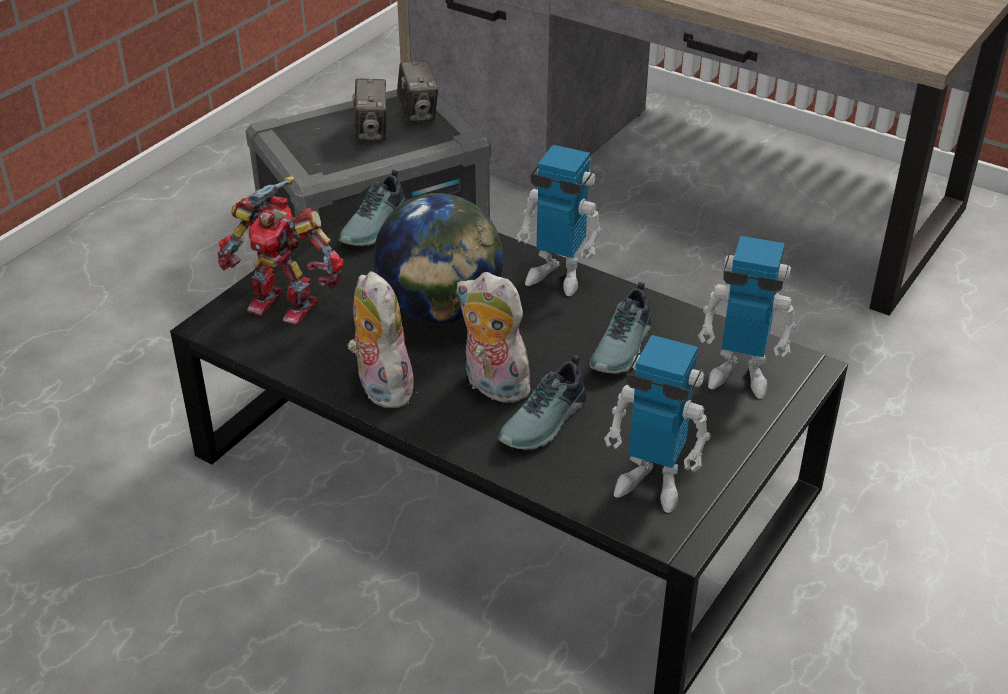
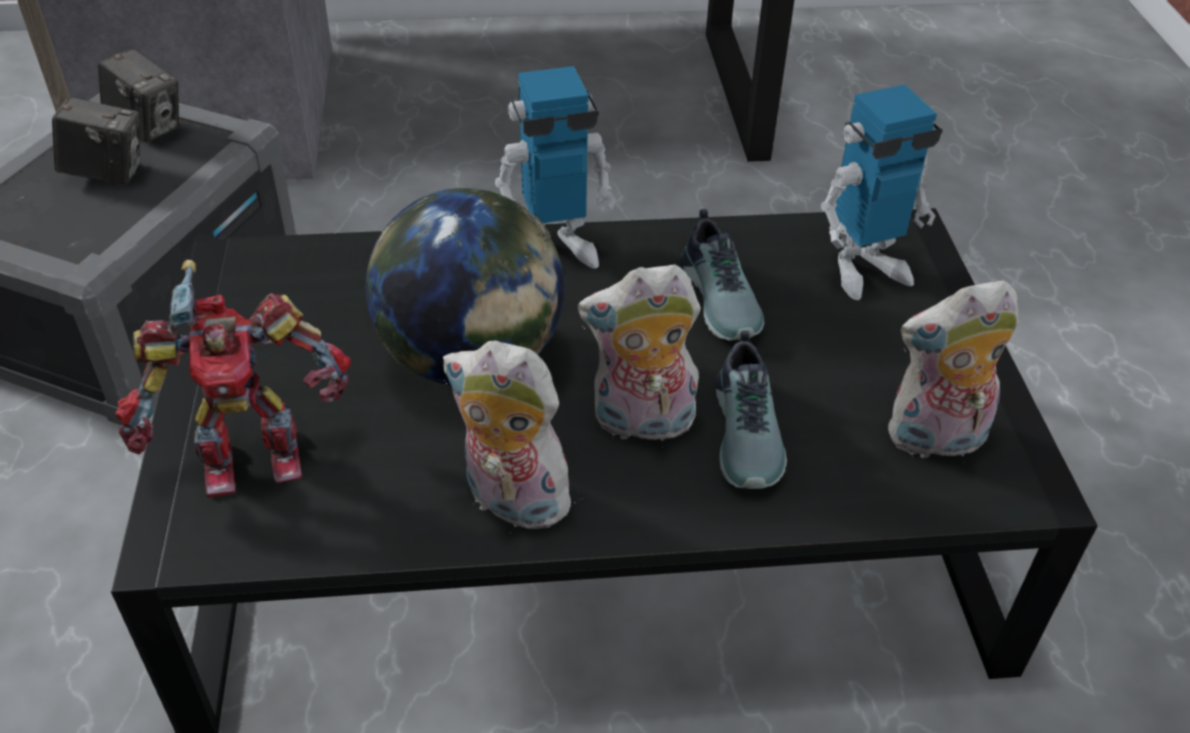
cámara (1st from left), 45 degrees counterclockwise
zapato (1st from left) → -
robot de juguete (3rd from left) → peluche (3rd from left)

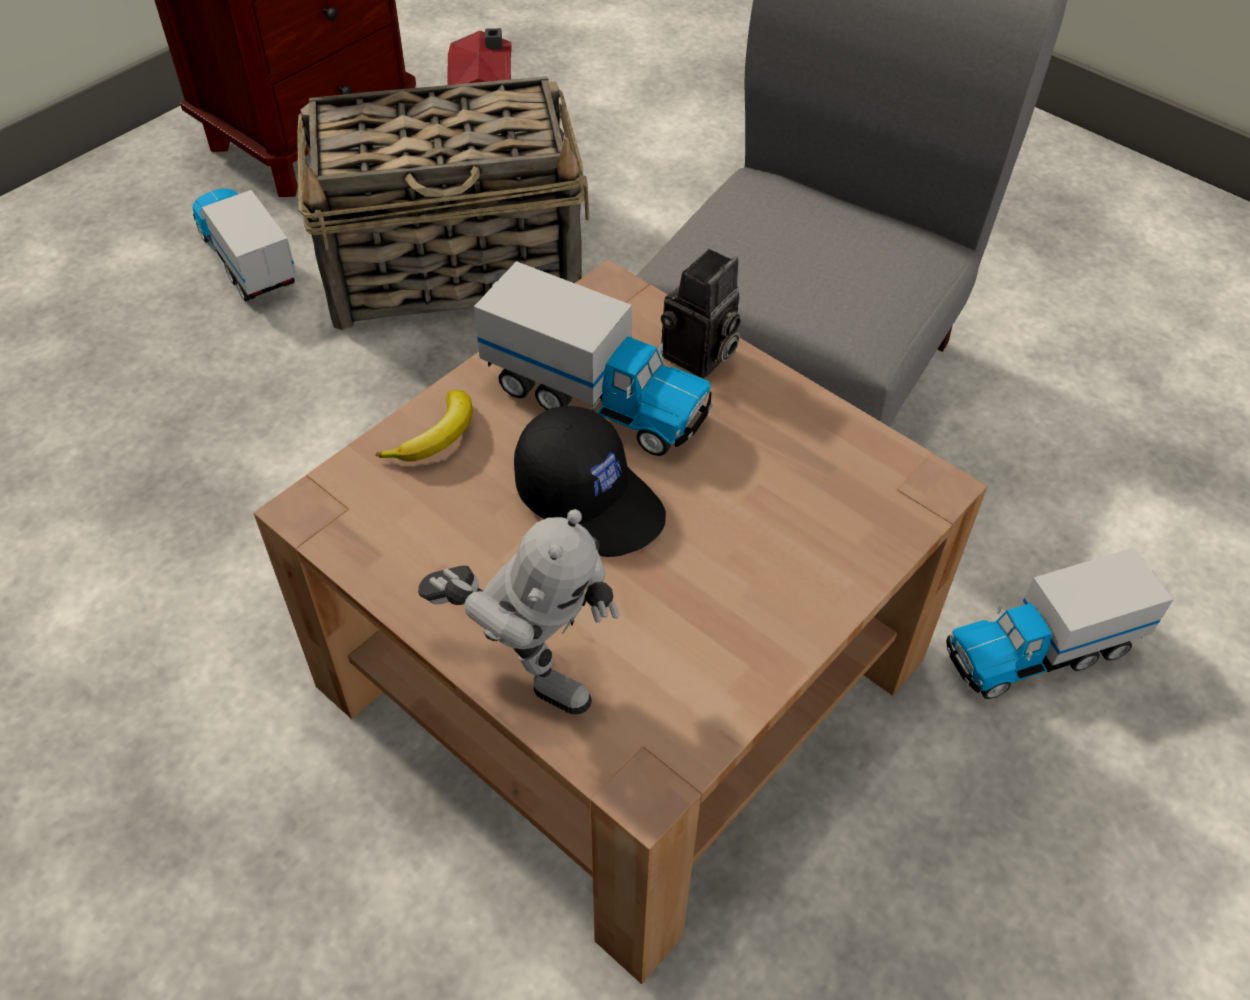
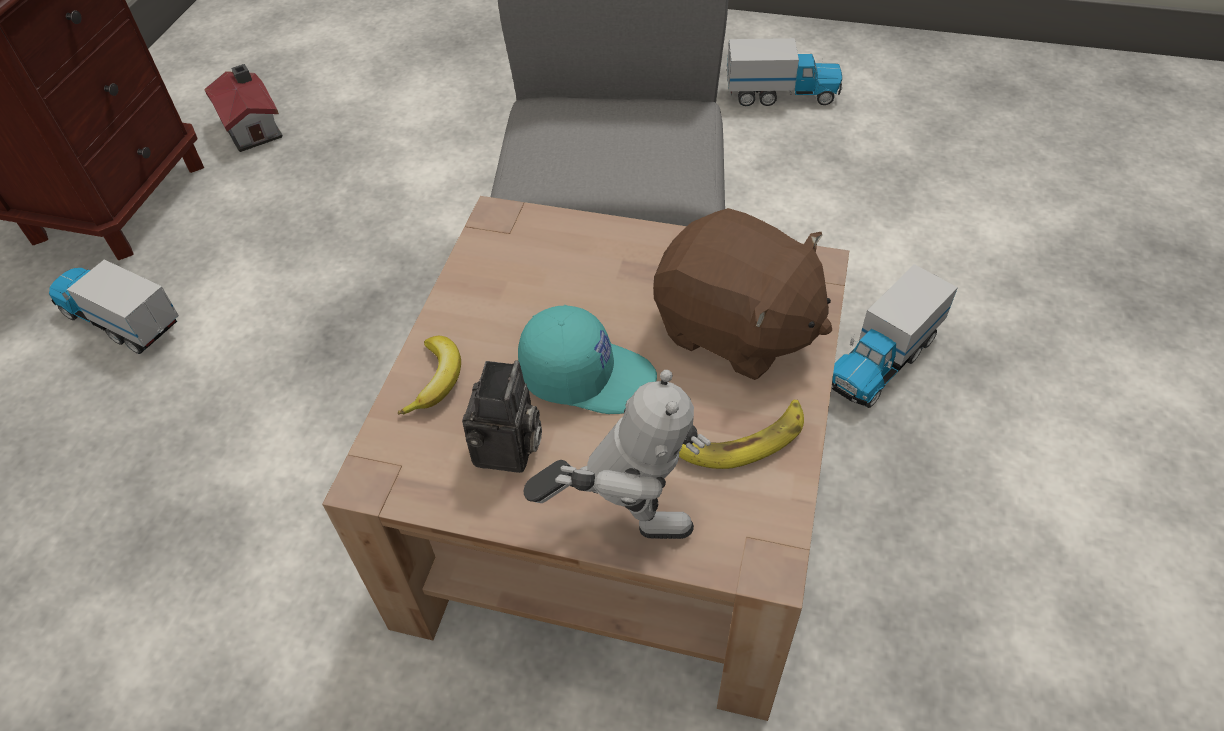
cesta → -
cámara, moved
camión de juguete (2nd from left), moved
gorra (negro) → gorra (turquesa)
- → peluche (marrón)
- → plátano (2nd from left)

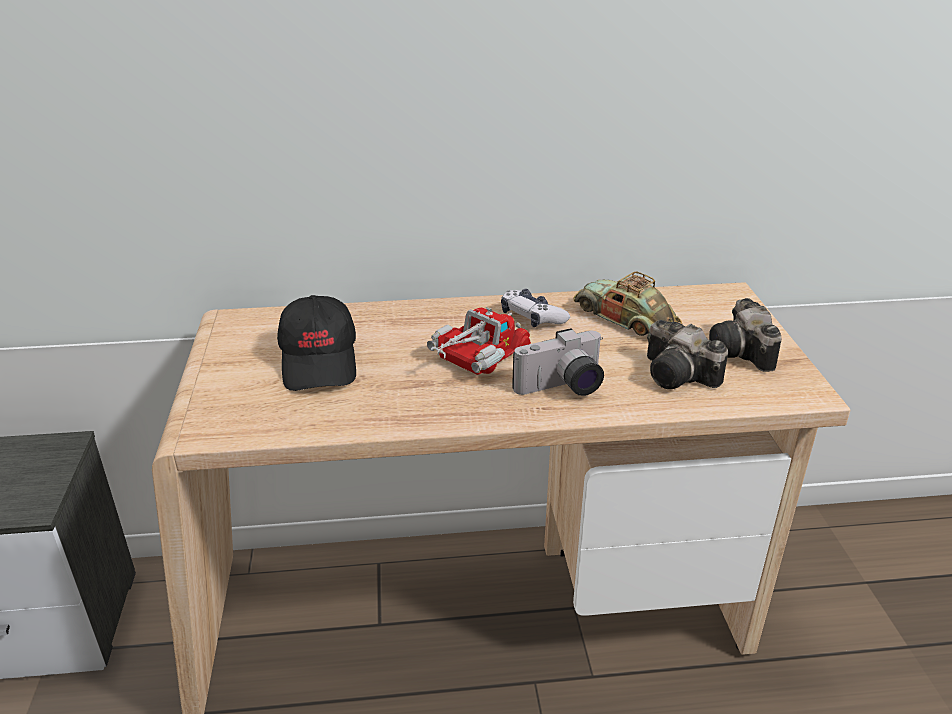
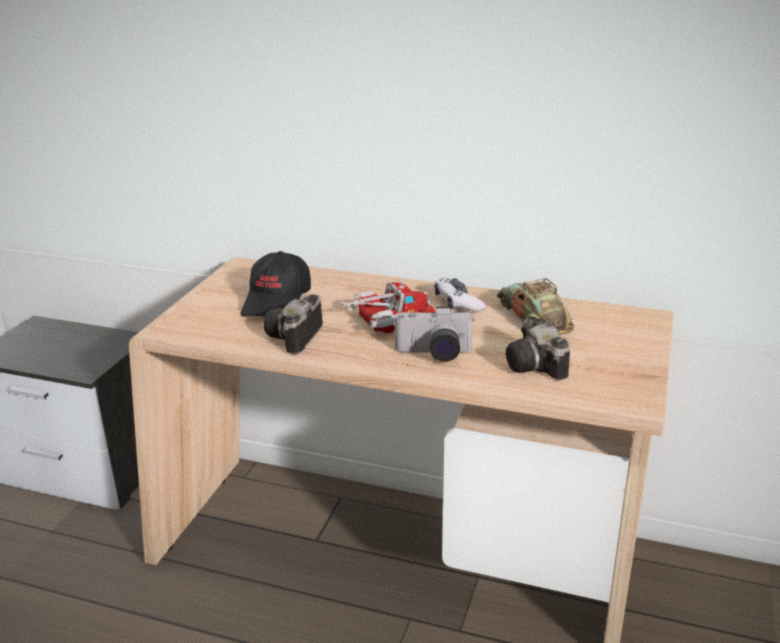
cámara (3rd from left in the first image) → cámara (1st from left), moved

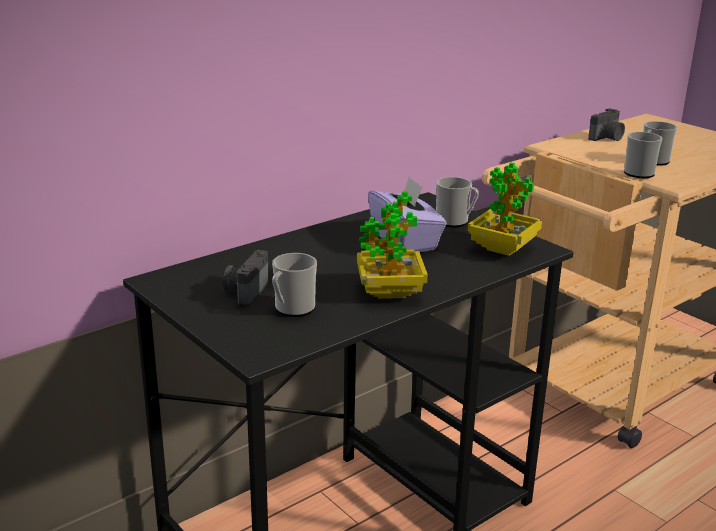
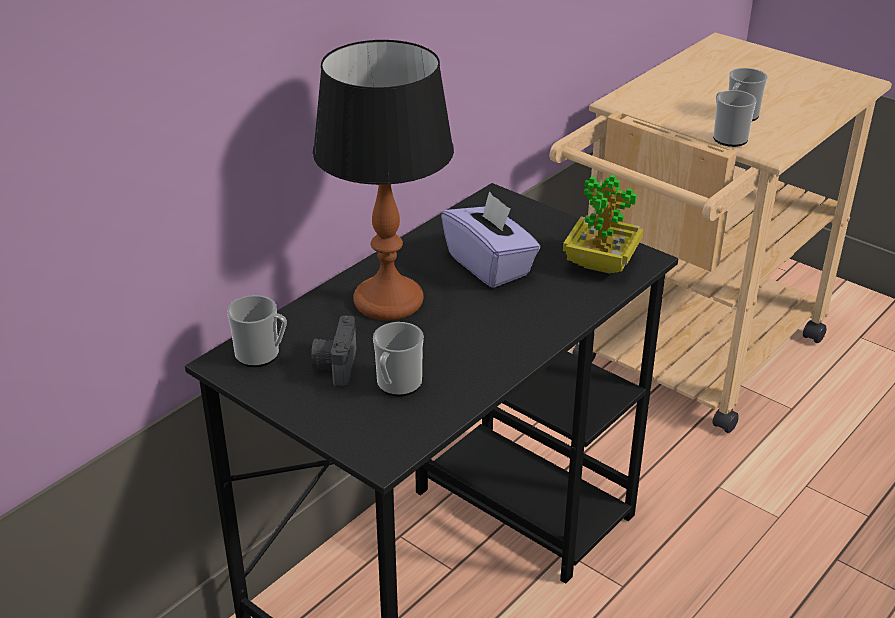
cámara (2nd from left) → -
taza grande (2nd from left in the first image) → taza grande (1st from left), moved
planta en maceta (1st from left) → -
- → lámpara de mesa

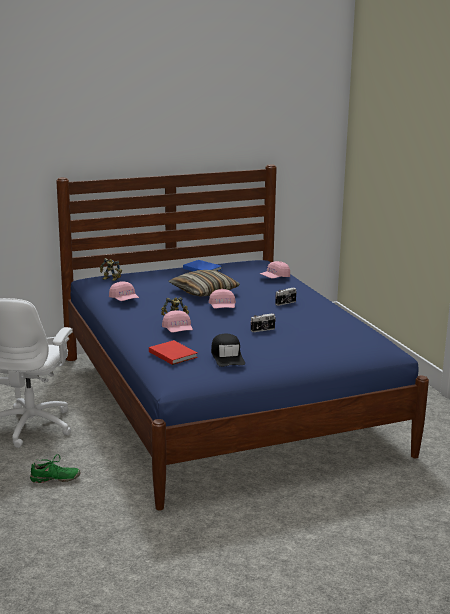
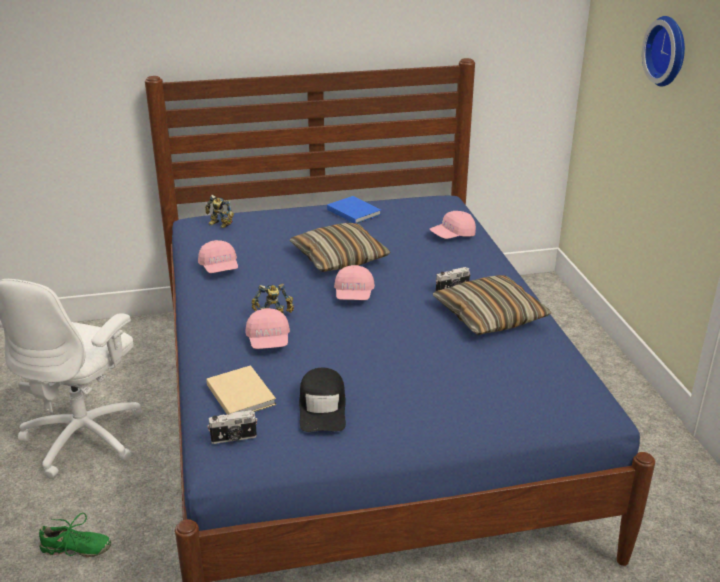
cámara (1st from left), moved
libro (rojo) → libro (beis)
- → reloj de pared
- → cojín (2nd from left)

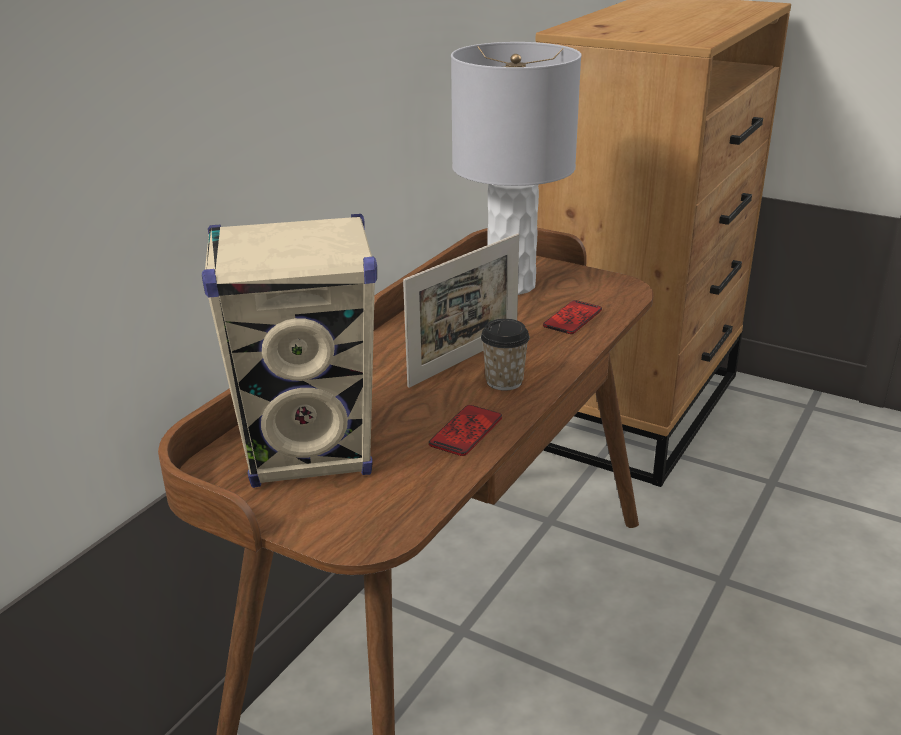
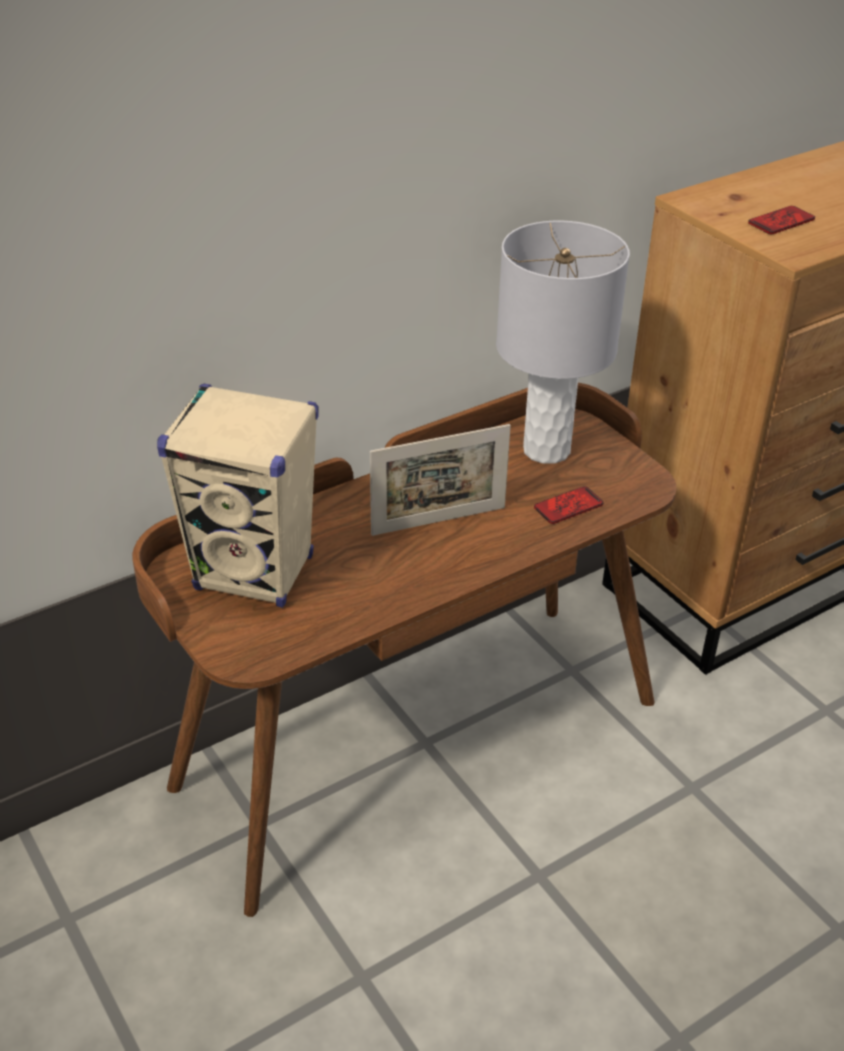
taza → -
móvil (1st from left in the first image) → móvil (2nd from left), moved

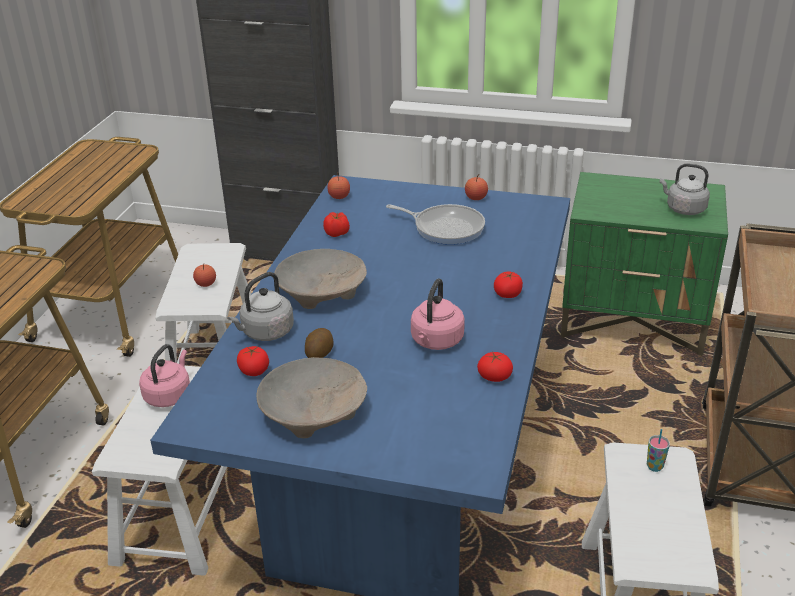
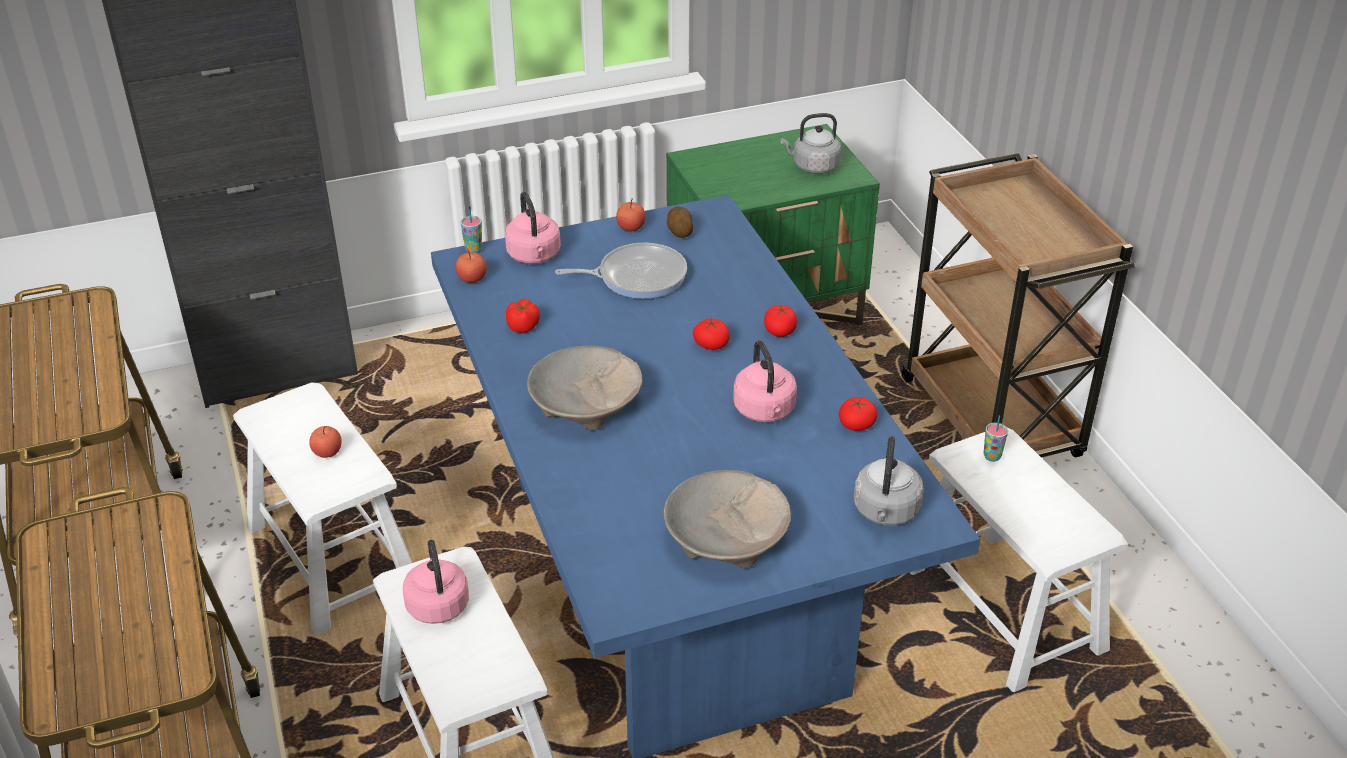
hervidor (gris) (1st from left in the first image) → hervidor (gris) (2nd from left), moved
patata, moved
tomate (1st from left in the first image) → tomate (2nd from left), moved
- → hervidor (rosa) (2nd from left)
- → taza (1st from left)

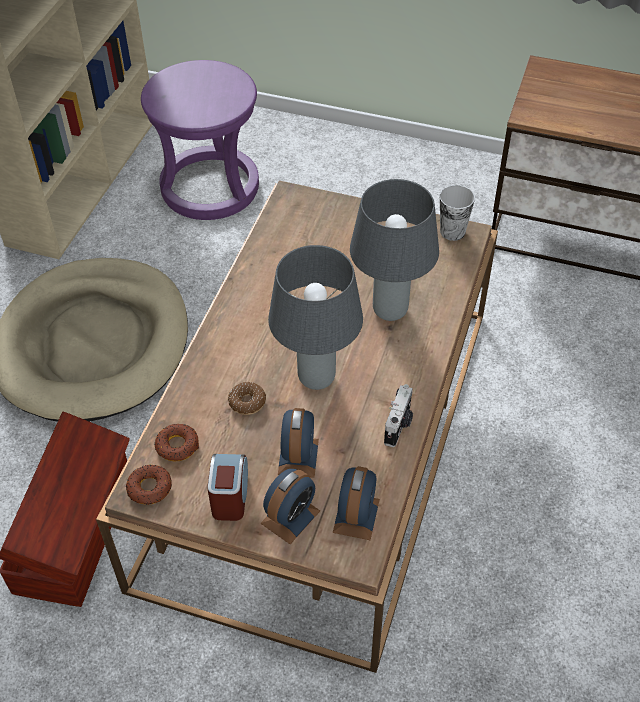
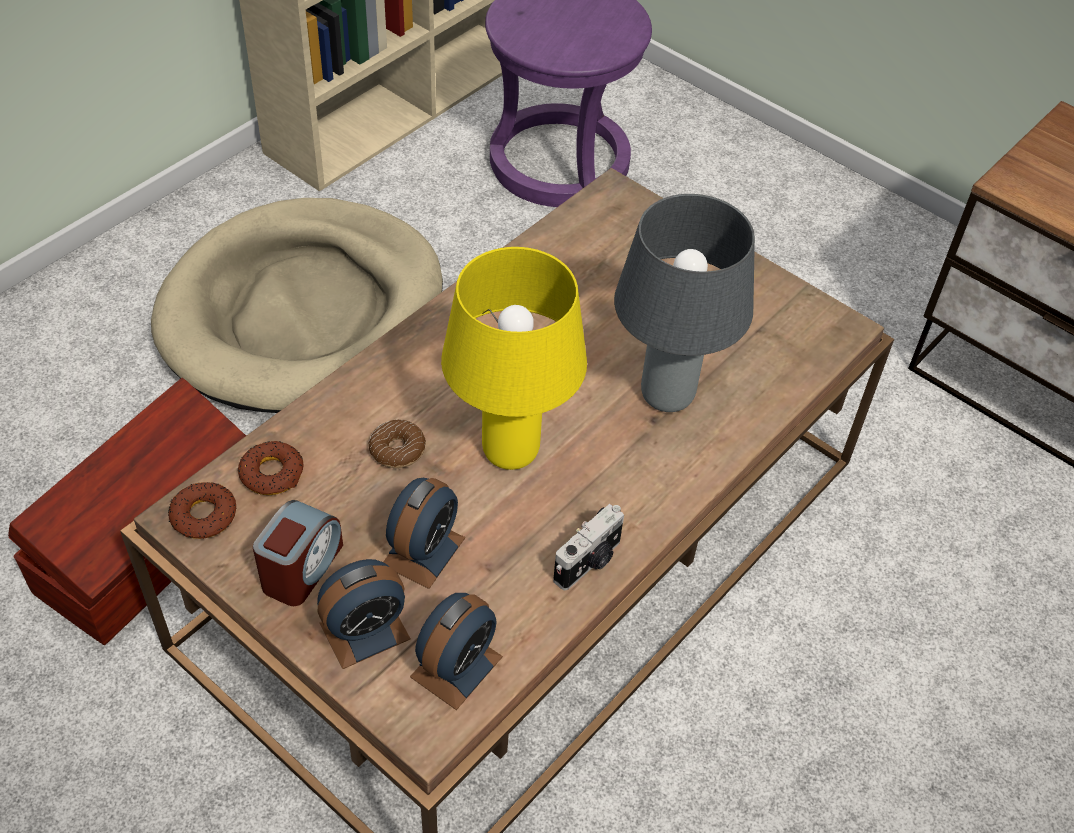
taza → -
lámpara de mesa (gris) (1st from left) → lámpara de mesa (amarillo)

